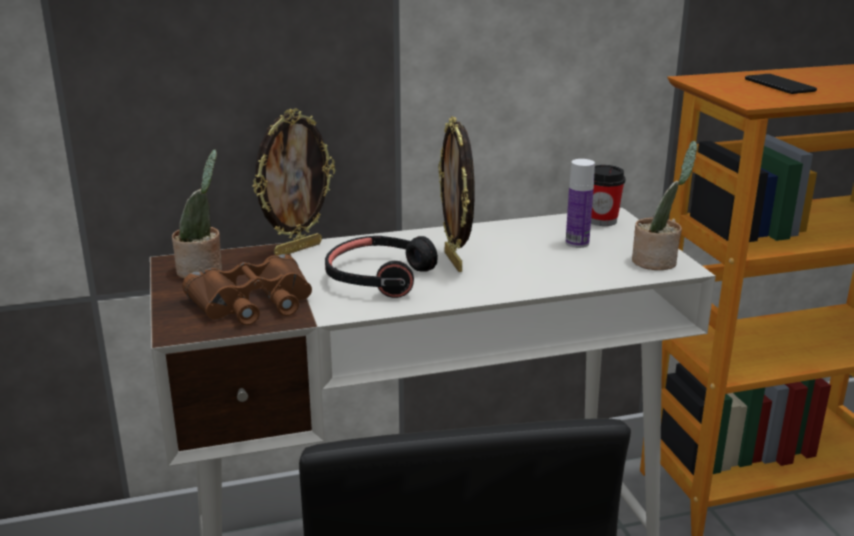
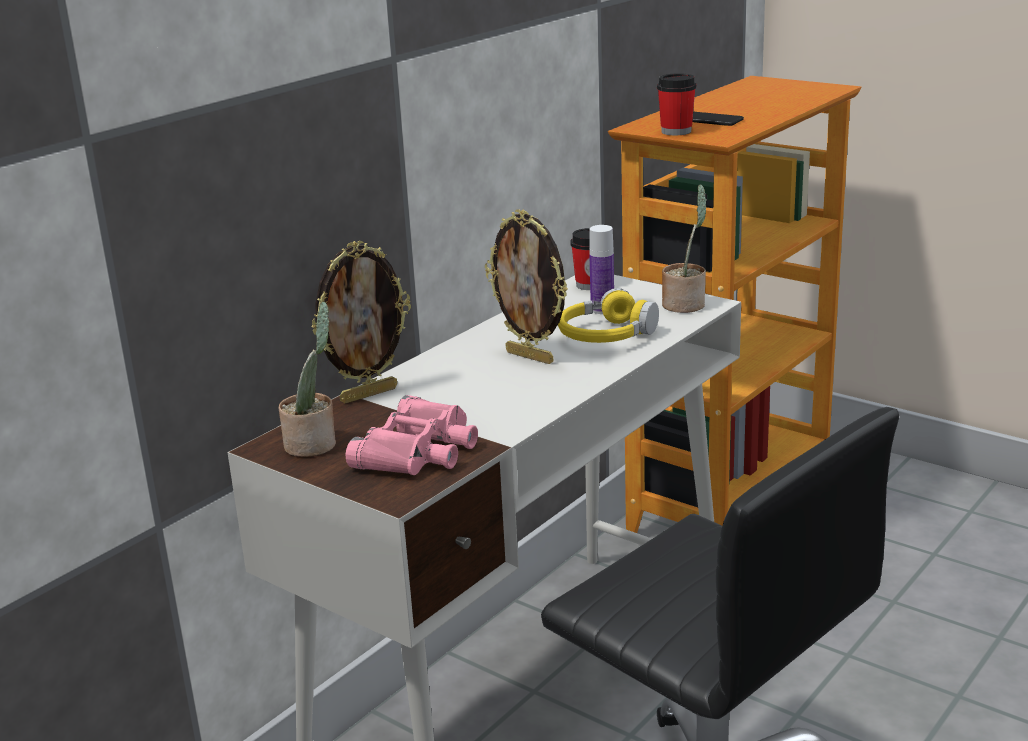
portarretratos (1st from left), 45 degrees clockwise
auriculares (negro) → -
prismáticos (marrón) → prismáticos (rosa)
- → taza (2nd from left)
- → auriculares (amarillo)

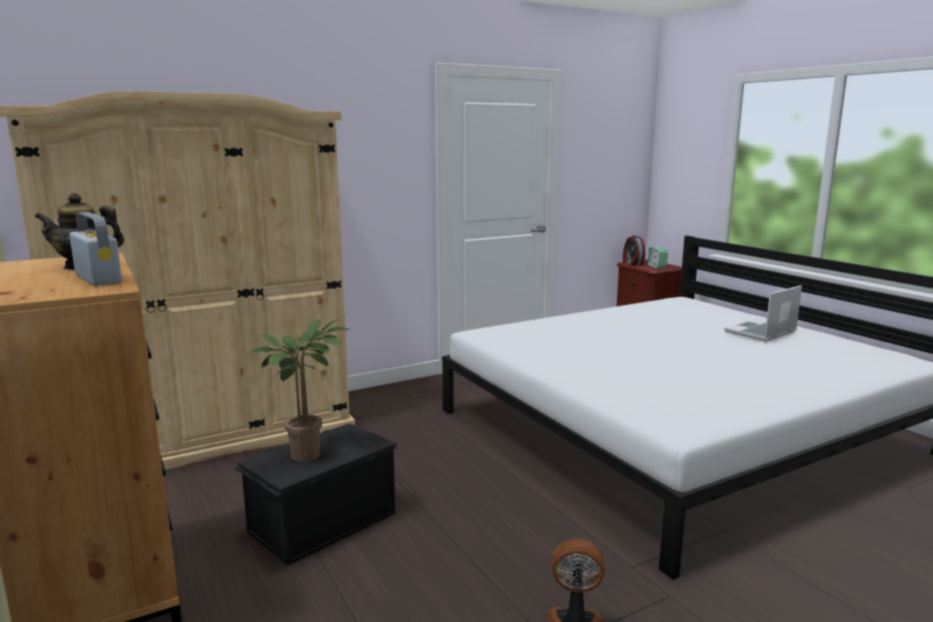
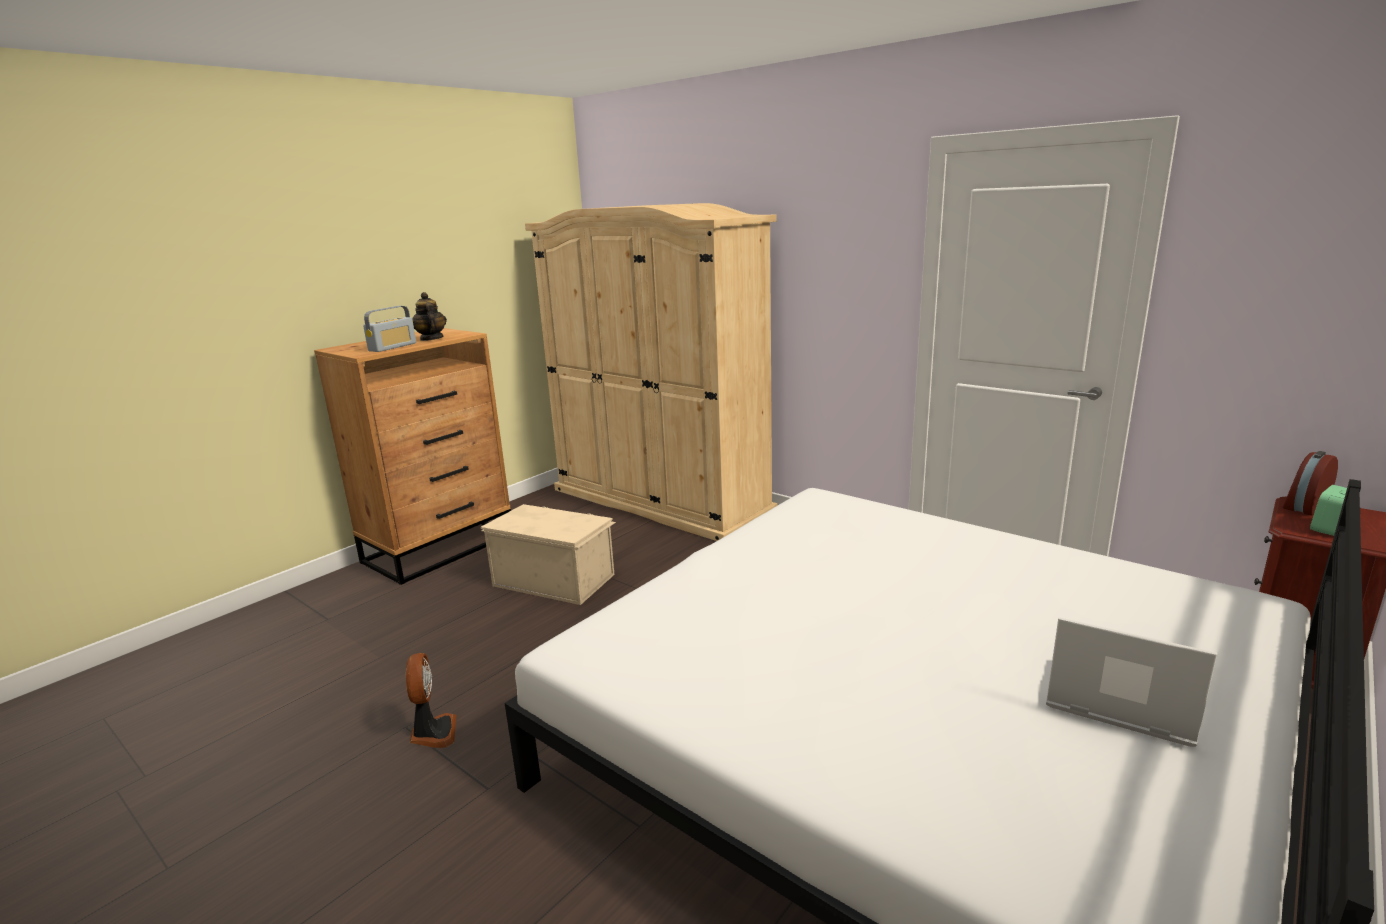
planta en maceta → -
caja de almacenaje (negro) → caja de almacenaje (beis)

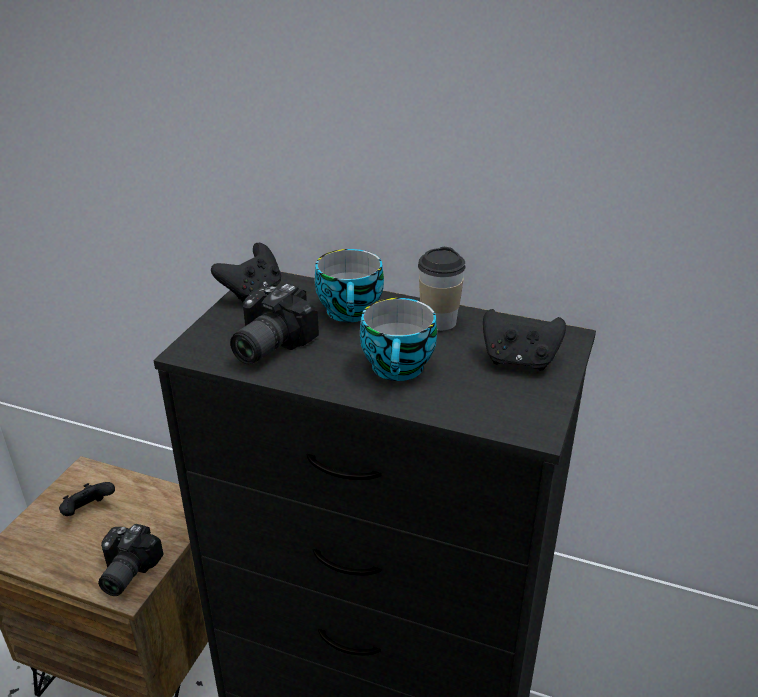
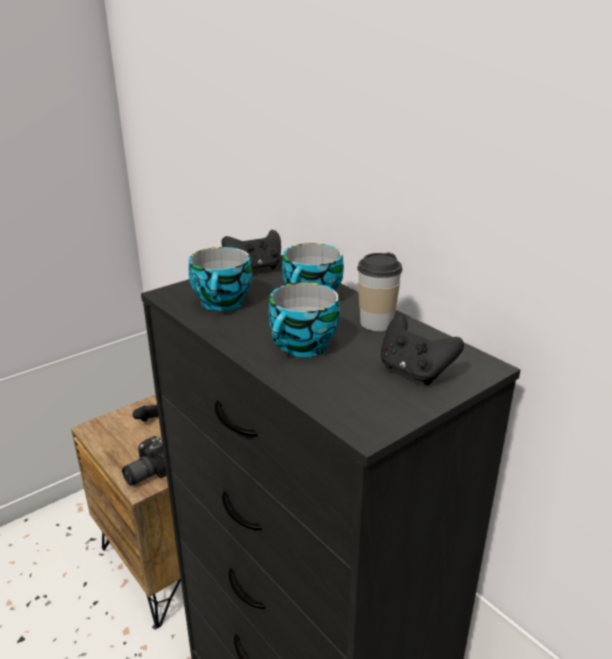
cámara (2nd from left) → taza (1st from left)

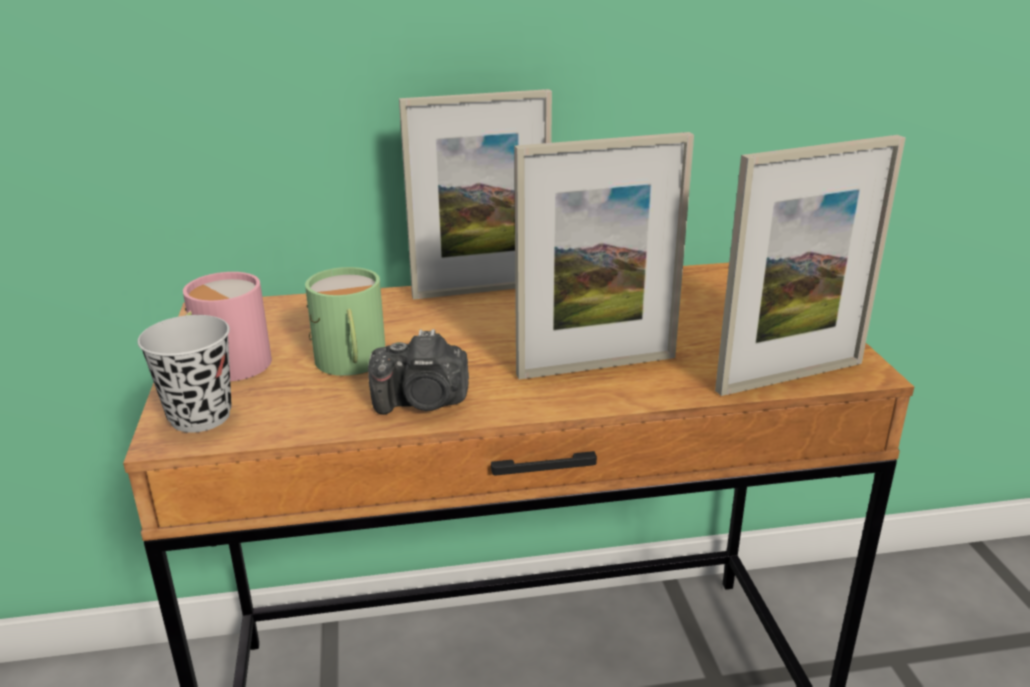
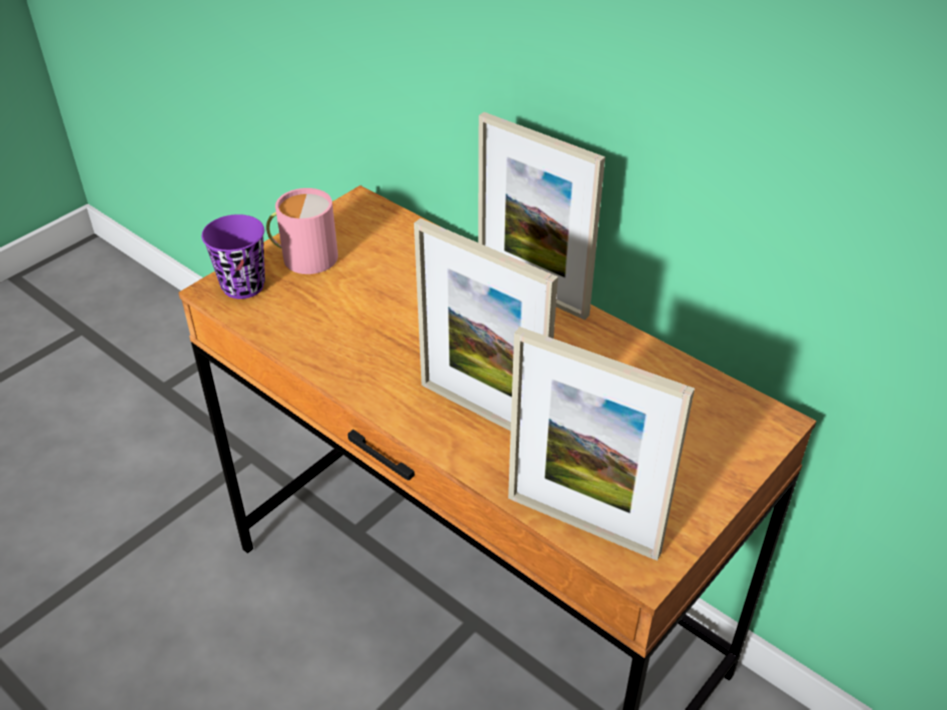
taza grande (verde) → -
taza (negro) → taza (morado)
cámara → -

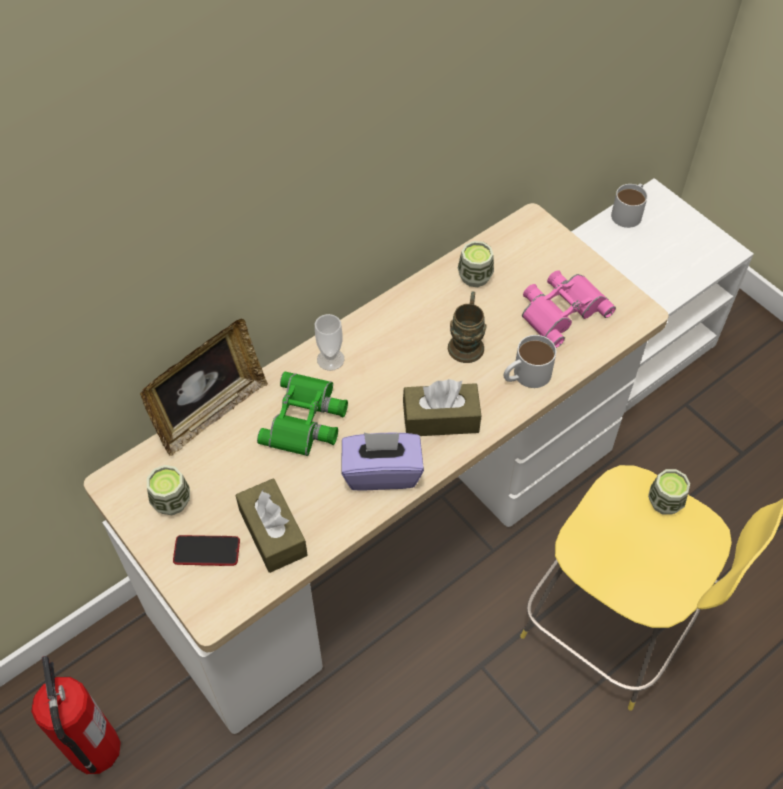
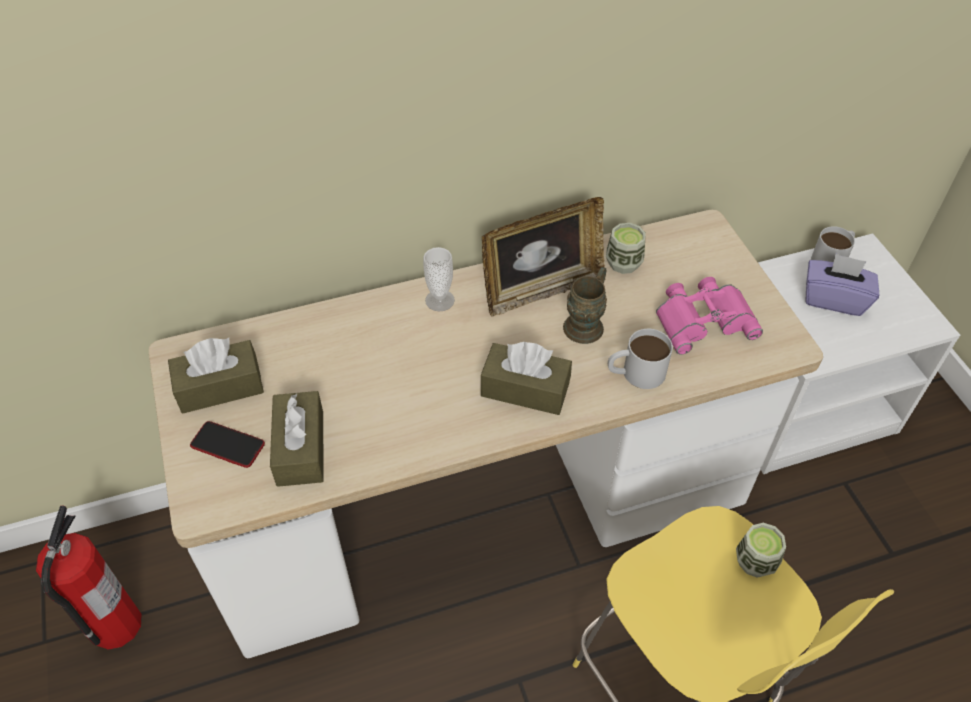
portarretratos, moved
prismáticos (verde) → -
caja de pañuelos (morado), moved
taza (1st from left) → caja de pañuelos (marrón) (1st from left)

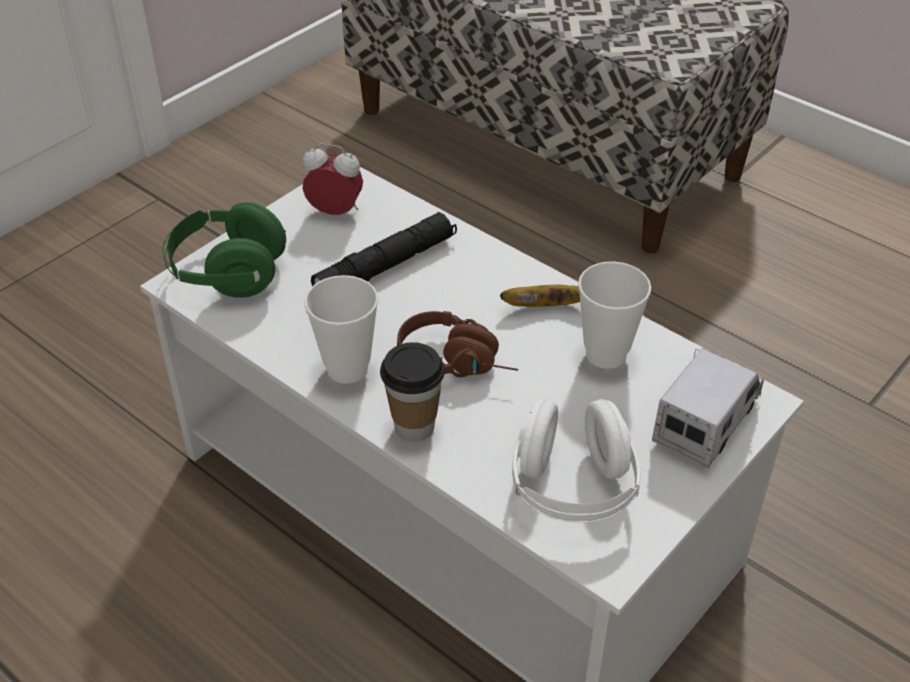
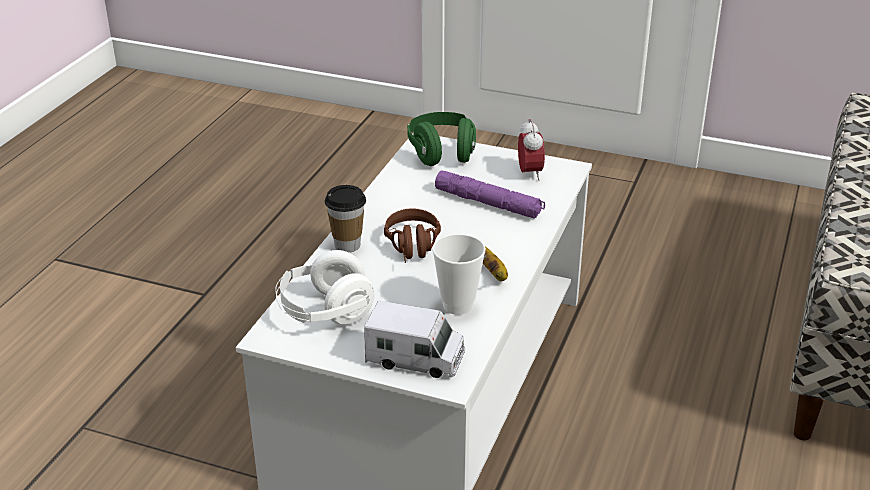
linterna (negro) → linterna (morado)
taza (1st from left) → -

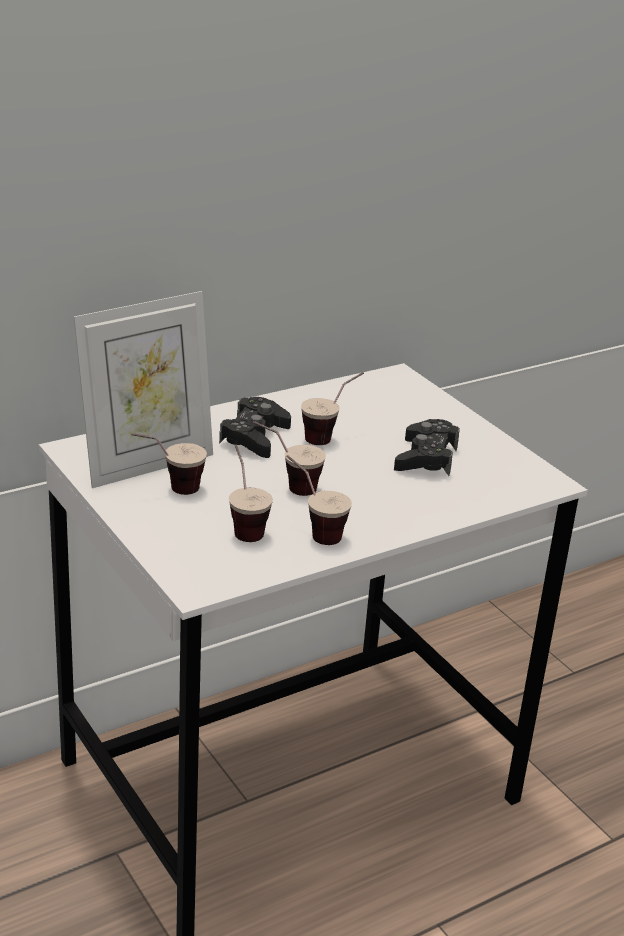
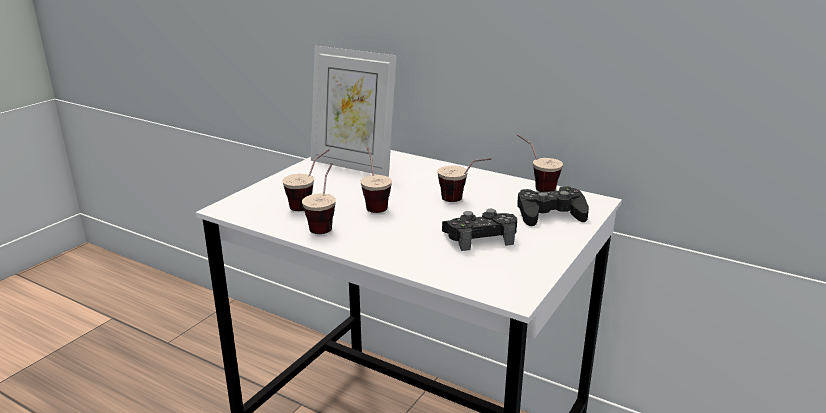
mando de consola (negro) (1st from left in the first image) → mando de consola (negro) (2nd from left), moved
taza (1st from left in the first image) → taza (5th from left), moved

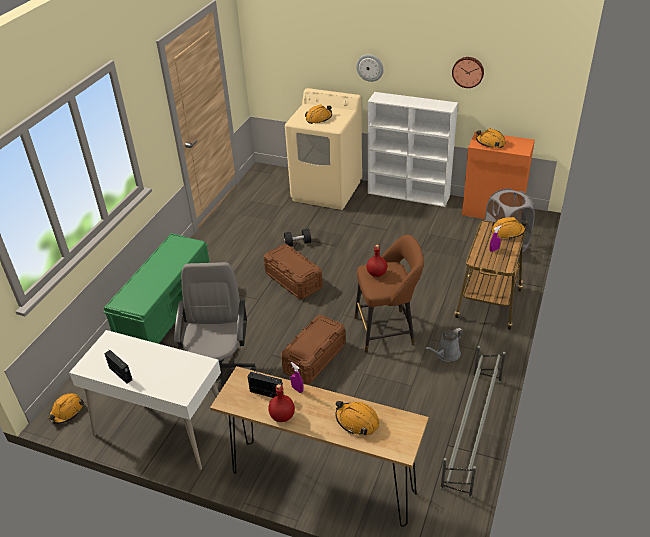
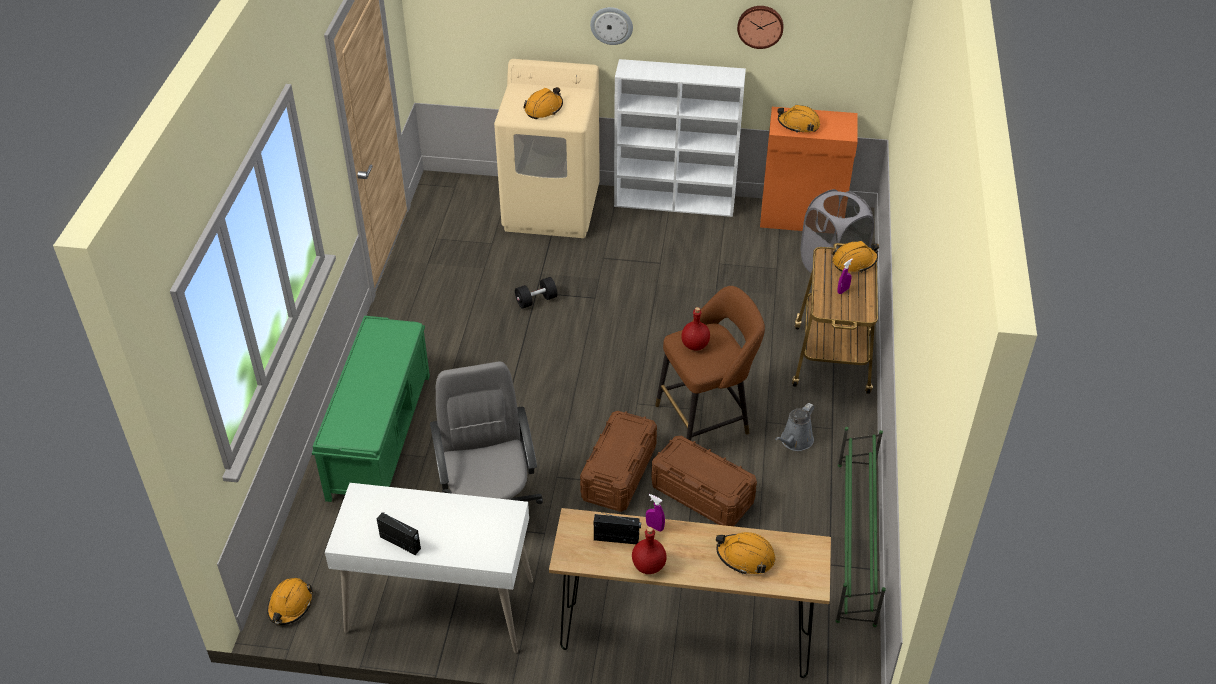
caja de almacenaje (marrón) (1st from left in the first image) → caja de almacenaje (marrón) (2nd from left), moved
zapatero (gris) → zapatero (verde)

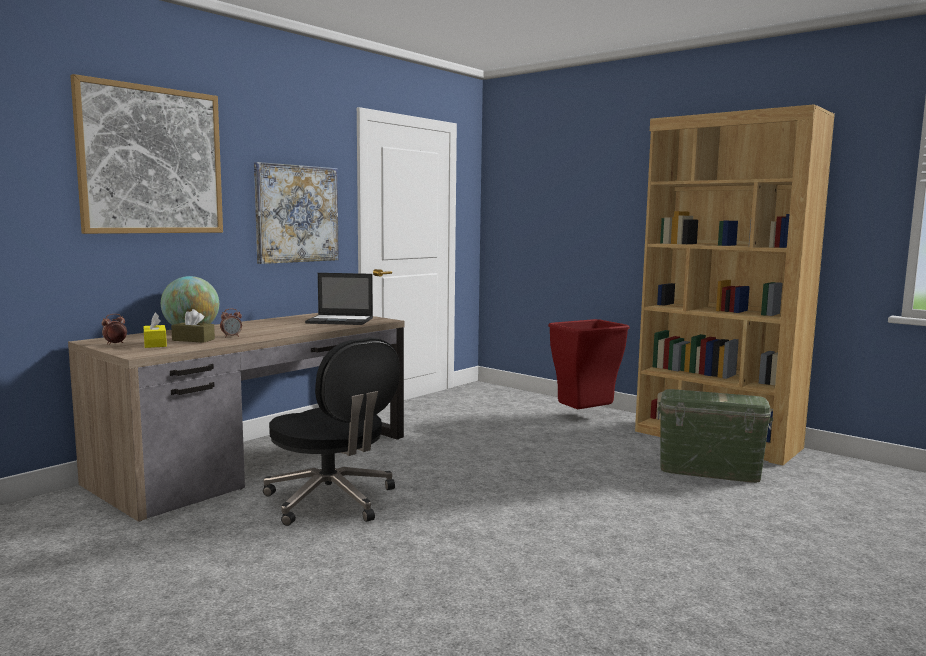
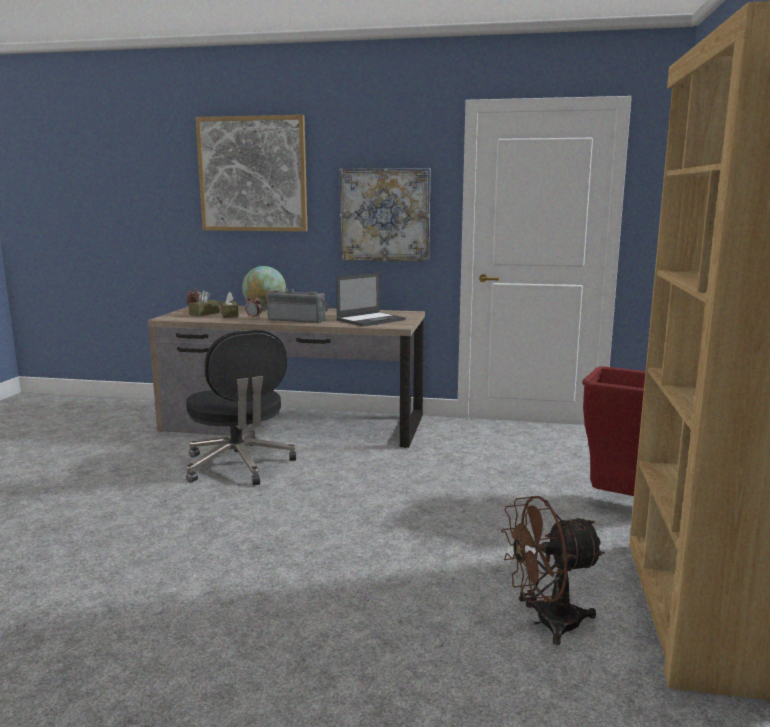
portátil, 105 degrees counterclockwise
caja de pañuelos (amarillo) → caja de pañuelos (marrón) (1st from left)
silla de oficina (negro), 45 degrees counterclockwise
caja de almacenaje (verde) → ventilador (marrón)
- → radio

